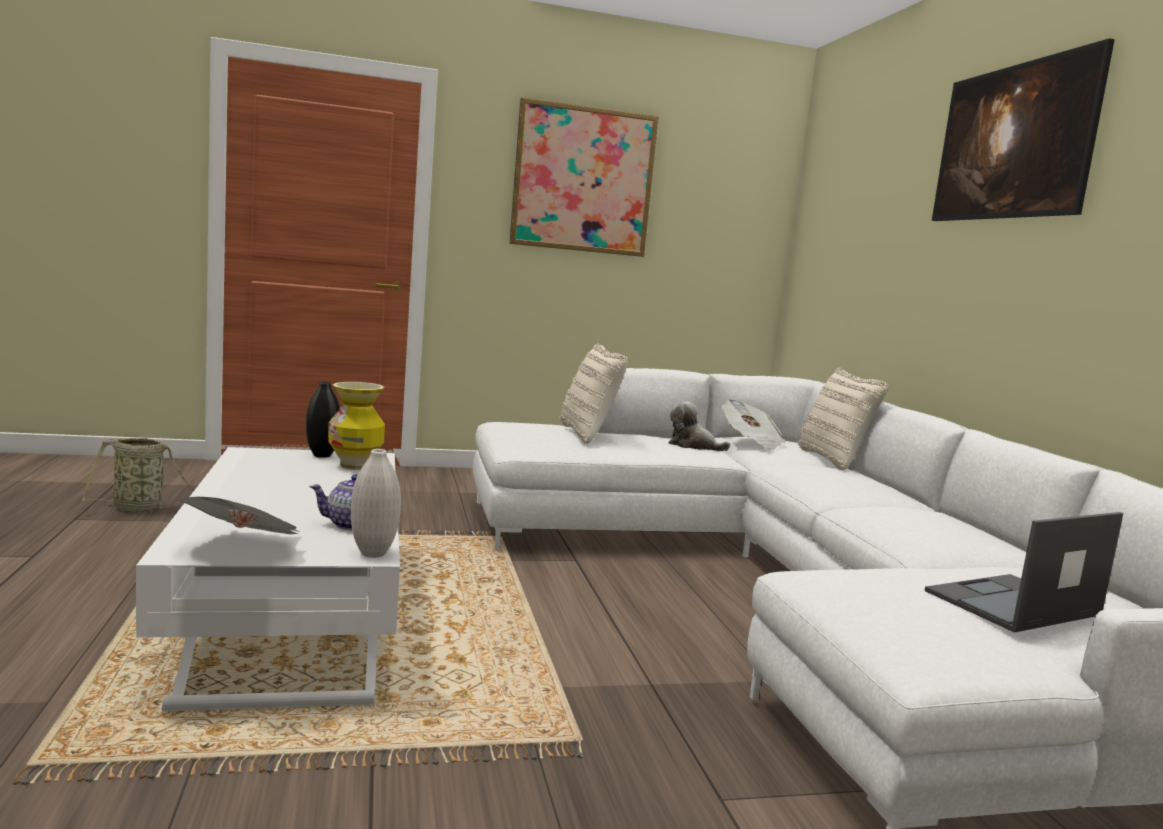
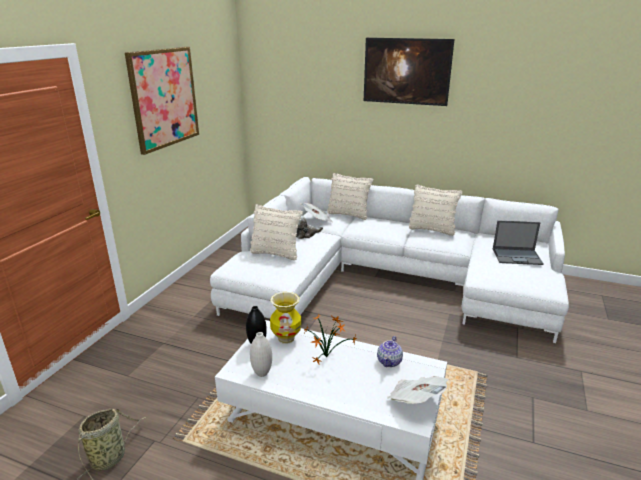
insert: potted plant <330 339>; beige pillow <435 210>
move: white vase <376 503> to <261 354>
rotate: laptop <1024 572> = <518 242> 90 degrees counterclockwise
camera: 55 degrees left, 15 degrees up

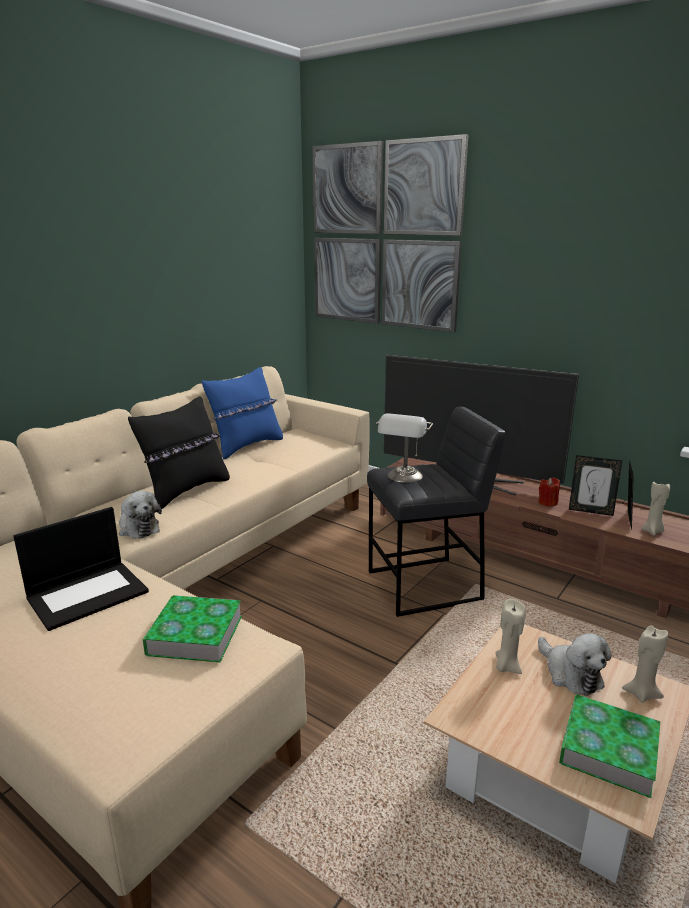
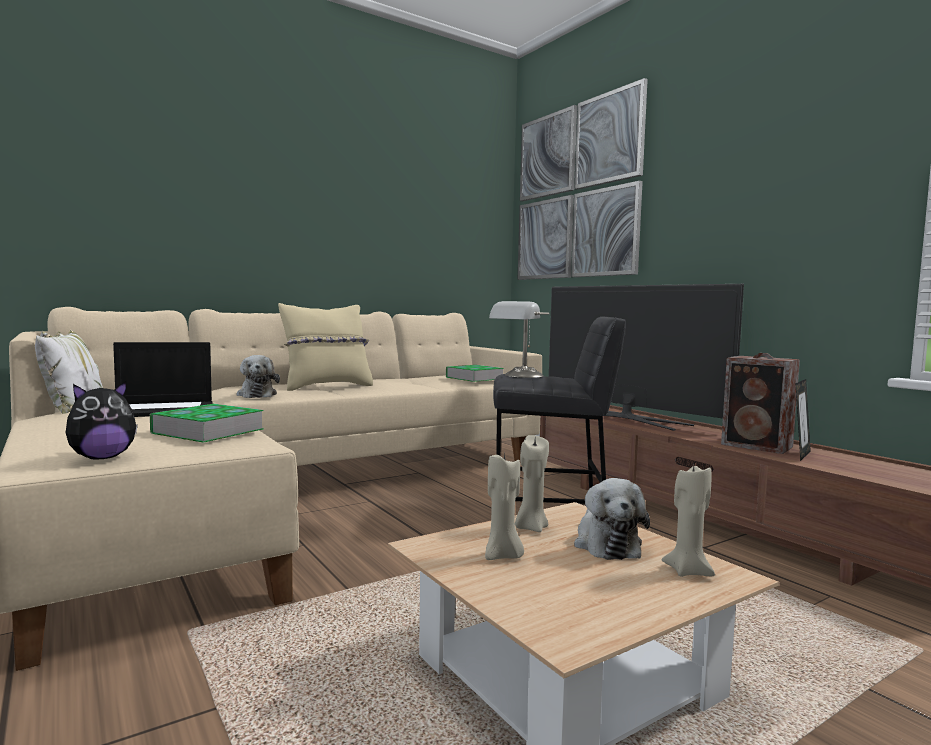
delete: blue pillow <242 413>; red candle <549 492>
insert: plush toy <102 420>
move: book <609 746> to <475 373>; beige candle <656 509> to <504 507>
replace: picture frame <595 485> to speaker <760 403>
recolor: black pillow <179 452> to beige pillow <325 347>
camera: 20 degrees right, 15 degrees down

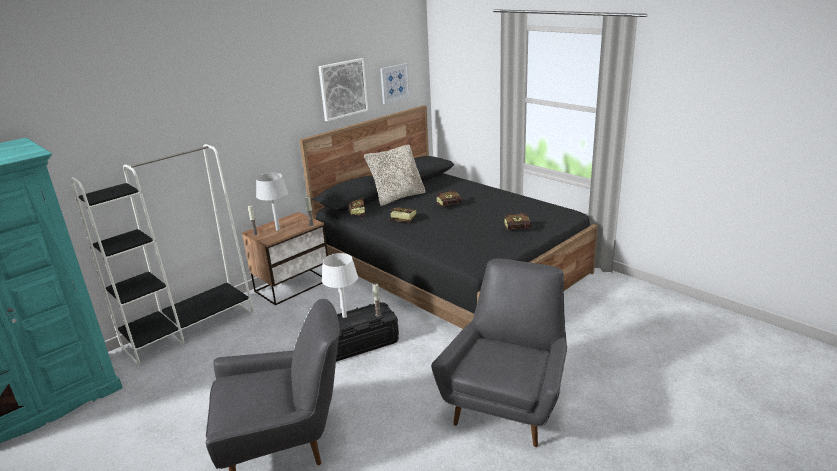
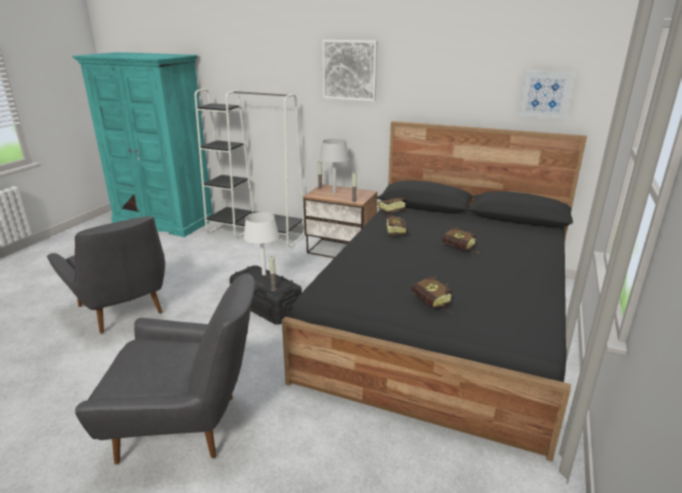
delete: beige pillow <394 175>
move: picture <343 89> to <349 70>
camera: 65 degrees right, 0 degrees up

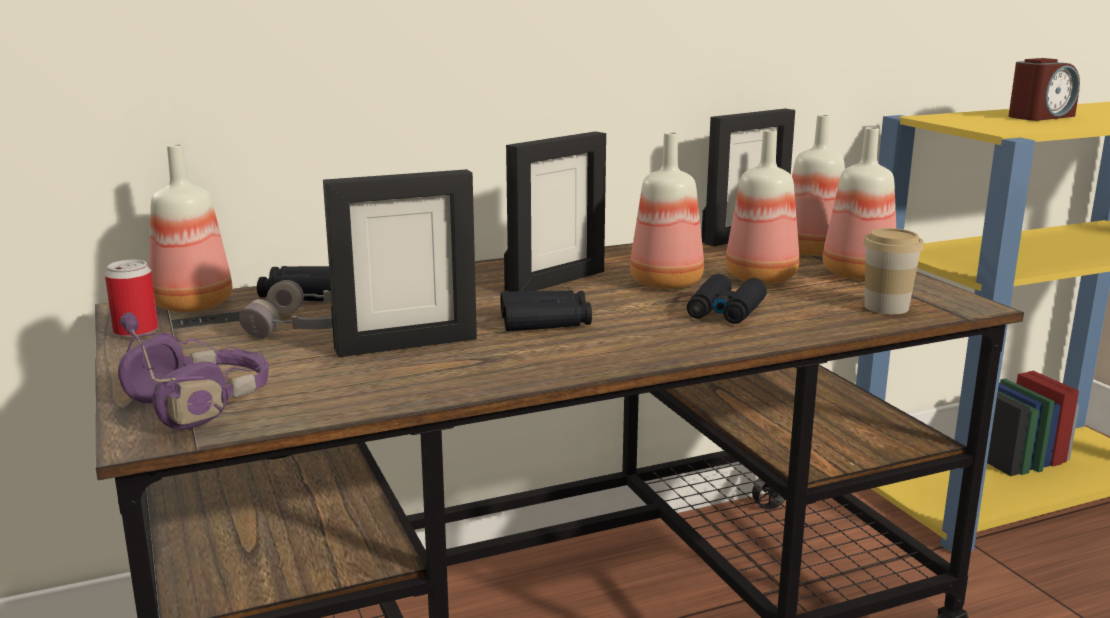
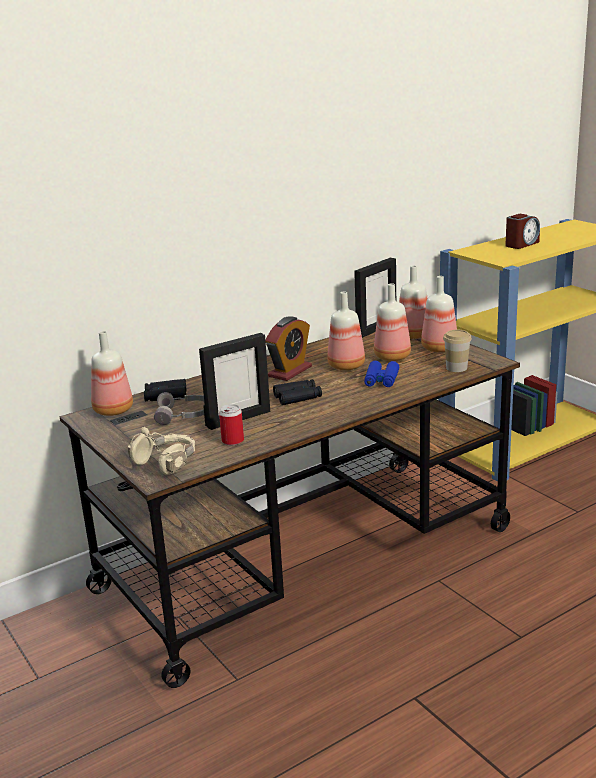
move: can <131 298> to <231 425>
replace: picture frame <555 211> to alarm clock <288 348>
recolor: purple headphones <193 371> to beige headphones <161 451>; black binoculars <727 299> to blue binoculars <381 374>
camera: 10 degrees left, 5 degrees up

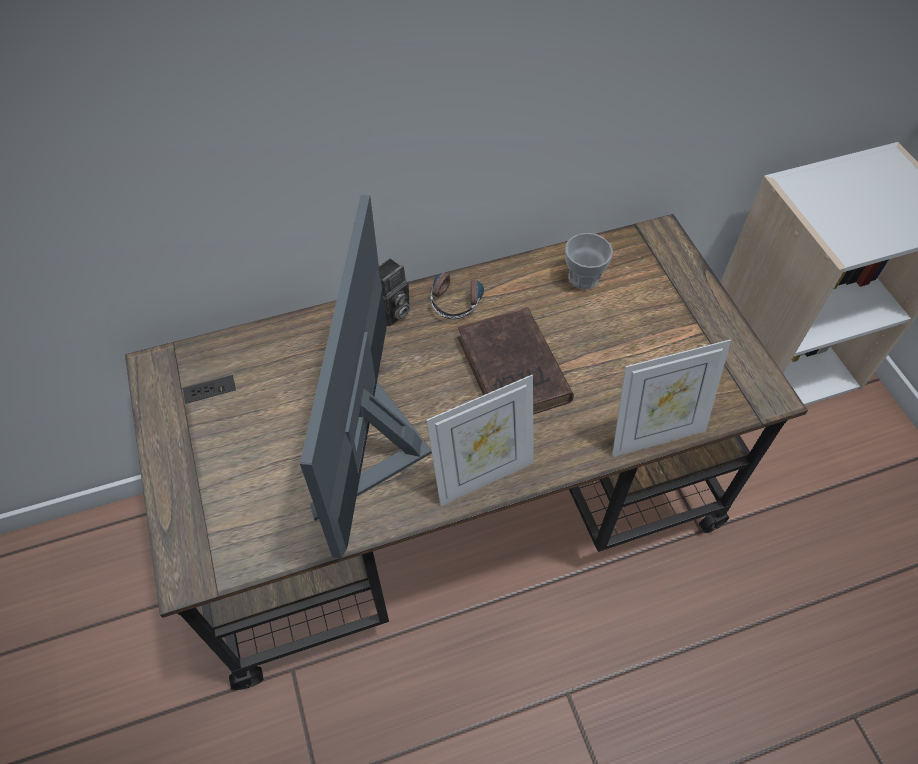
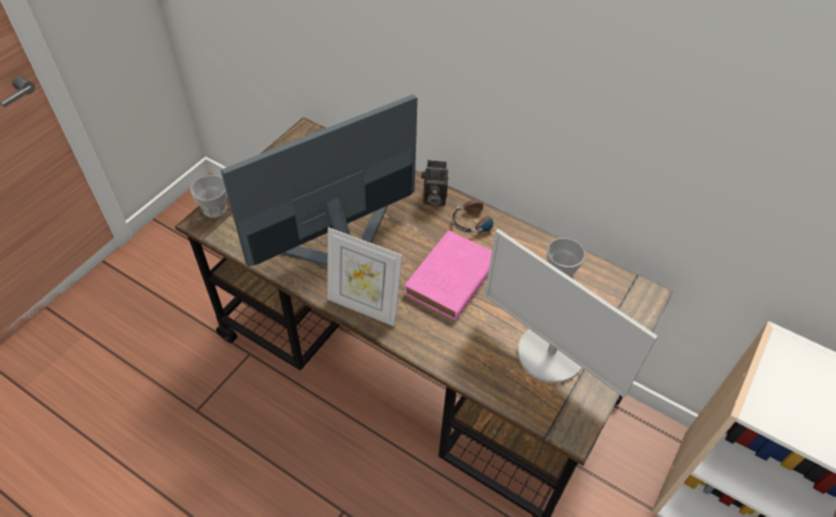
delete: picture frame <671 398>
insert: cup <208 196>; monitor <571 313>
recolor: brown book <515 361> to pink book <448 275>
camera: 50 degrees right, 5 degrees down

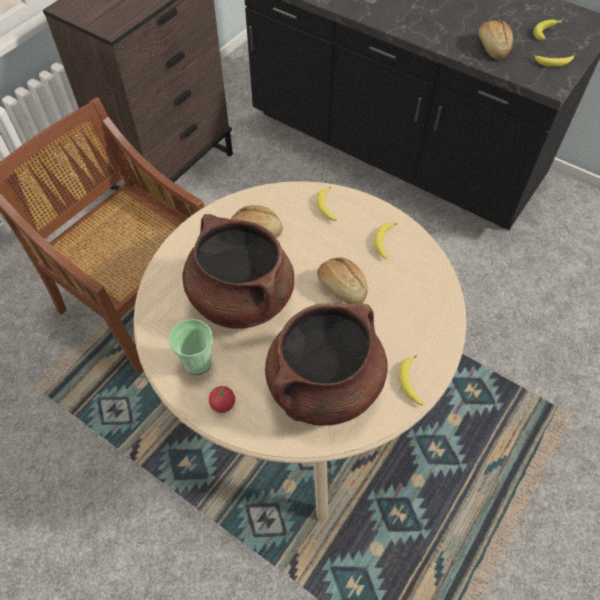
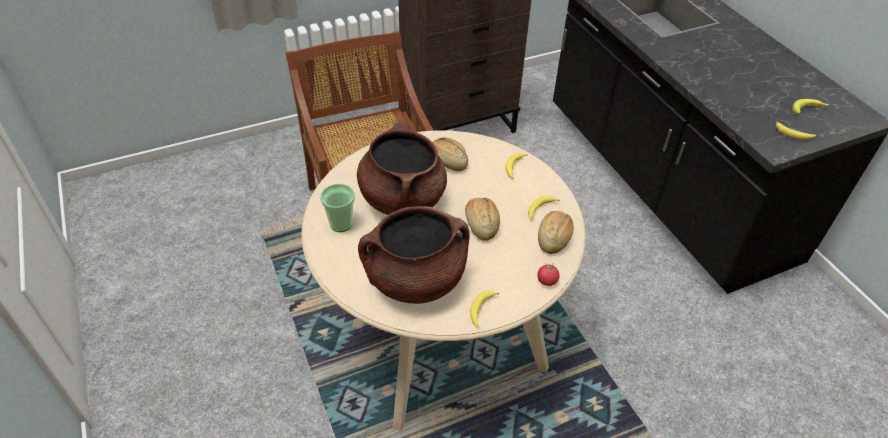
move: tomato <222 399> to <548 274>; bread <495 39> to <556 232>
camera: 30 degrees right, 10 degrees down

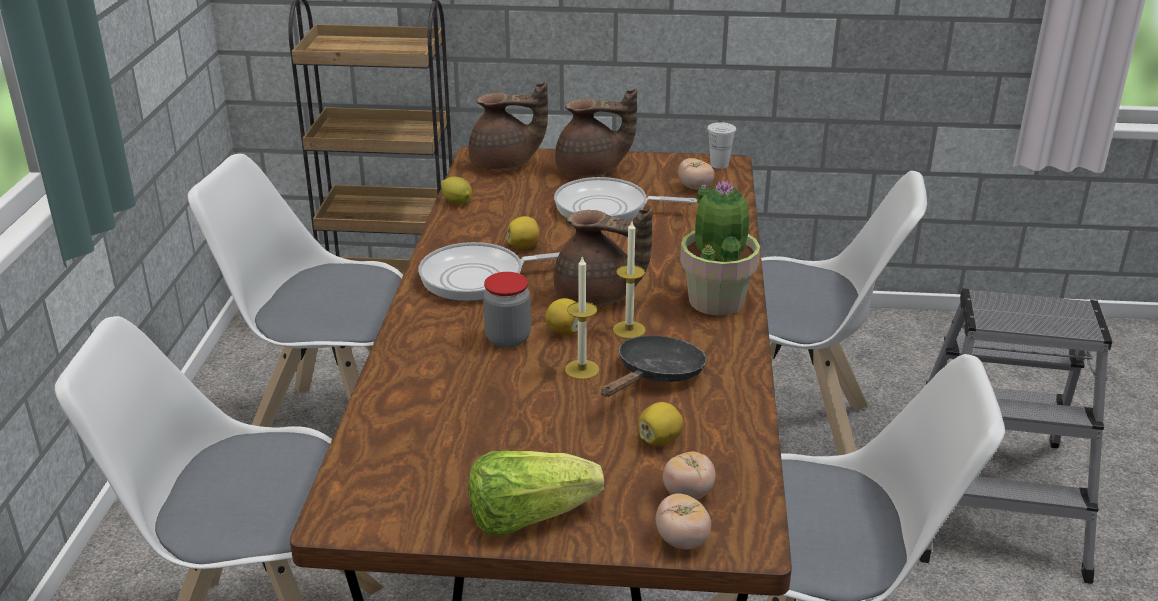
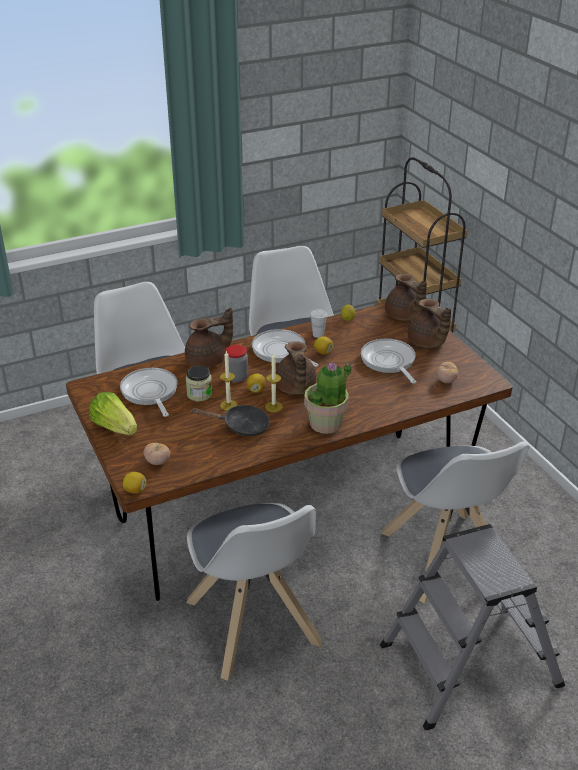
delete: tomato <683 521>
insert: frying pan <149 392>; brown teapot <209 338>; jar <199 384>
move: lemon <660 424> to <134 483>; white cup <721 145> to <319 324>
camera: 60 degrees right, 5 degrees up

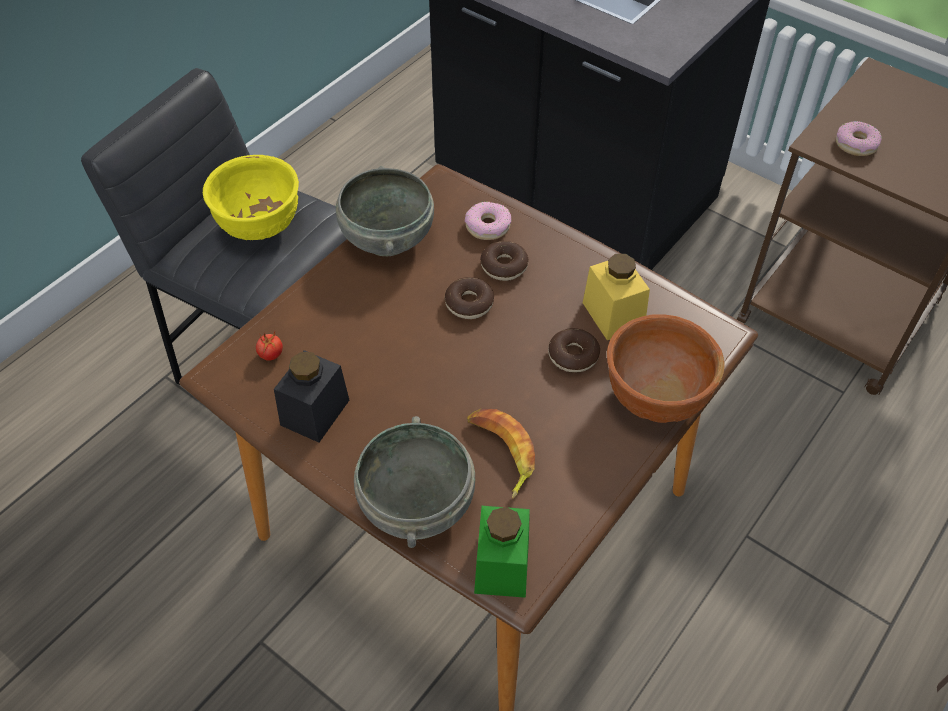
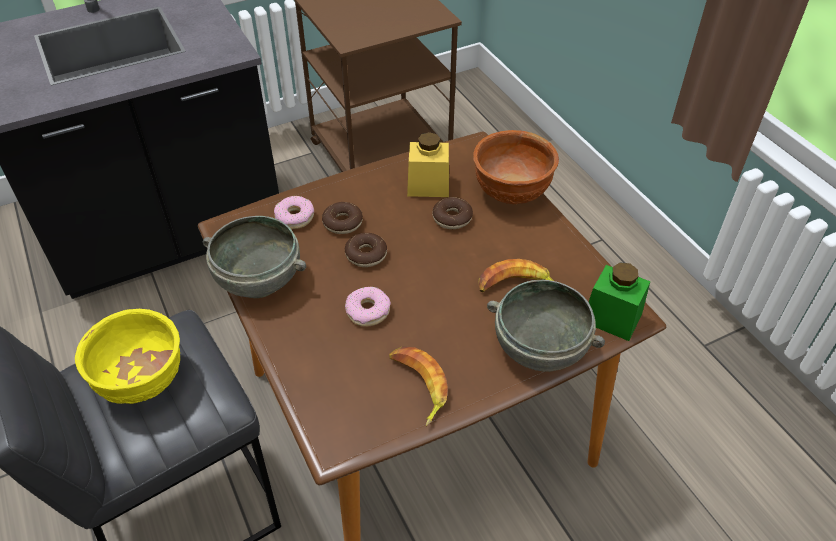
delete: tomato <269 346>
move: donut <859 138> to <368 307>
replace: black jar <311 396> to banana <418 386>
camera: 65 degrees left, 5 degrees down

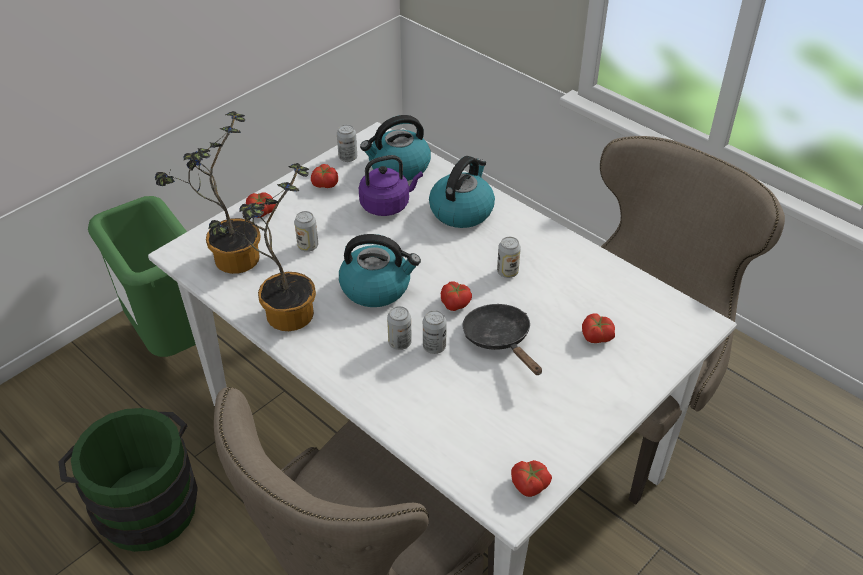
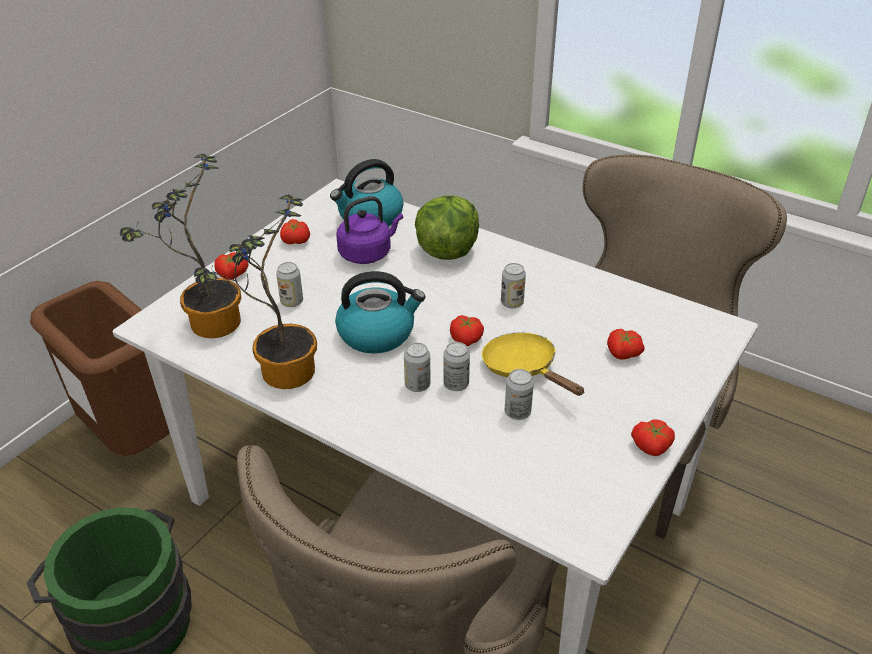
move: can <347 143> to <519 394>; tomato <531 478> to <653 438>
replace: kettle <462 192> to lettuce <447 227>
recolor: green trash can <142 276> to brown trash can <100 368>; black frying pan <502 339> to yellow frying pan <533 364>
camera: 10 degrees left, 5 degrees down

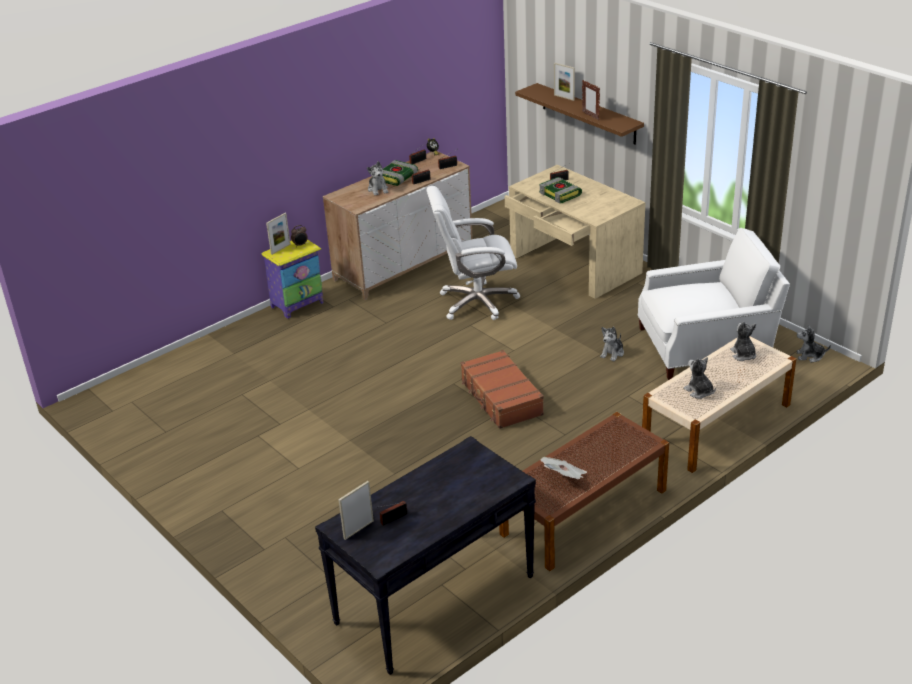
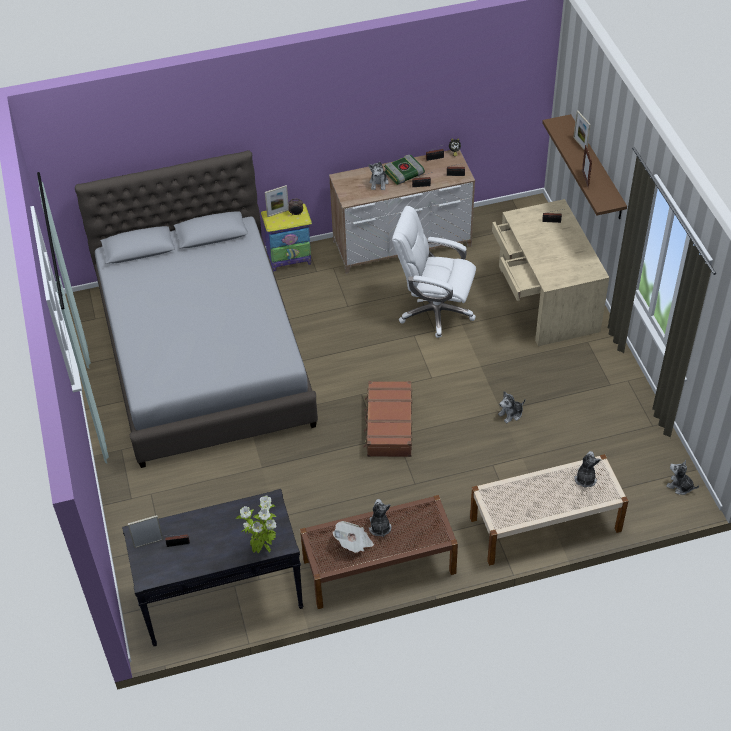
delete: book <560 190>; white armchair <713 304>
insert: grey bed <196 309>; potted plant <256 524>
move: plush toy <699 378> to <380 518>
camera: 25 degrees right, 15 degrees up

